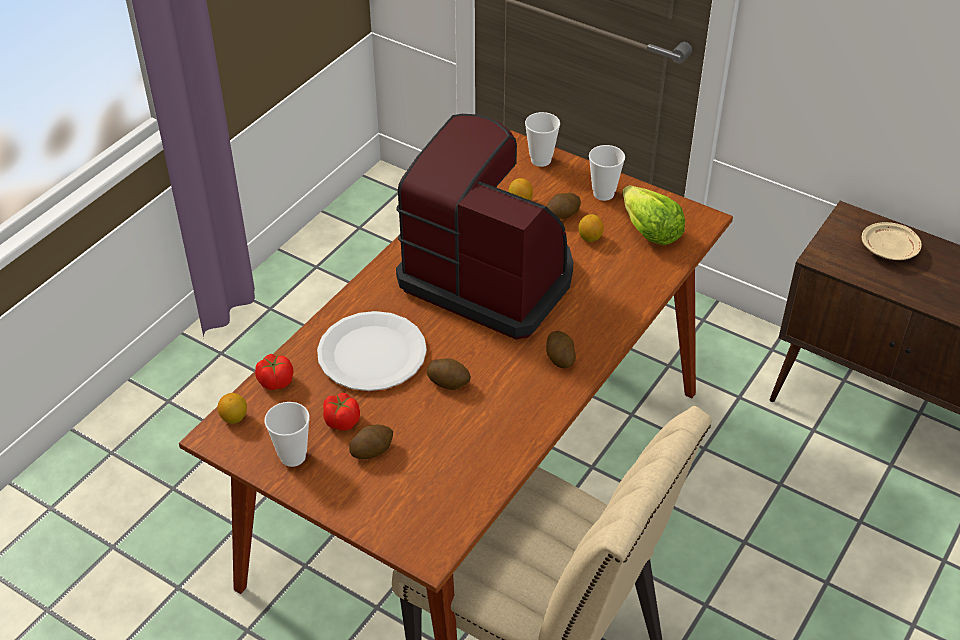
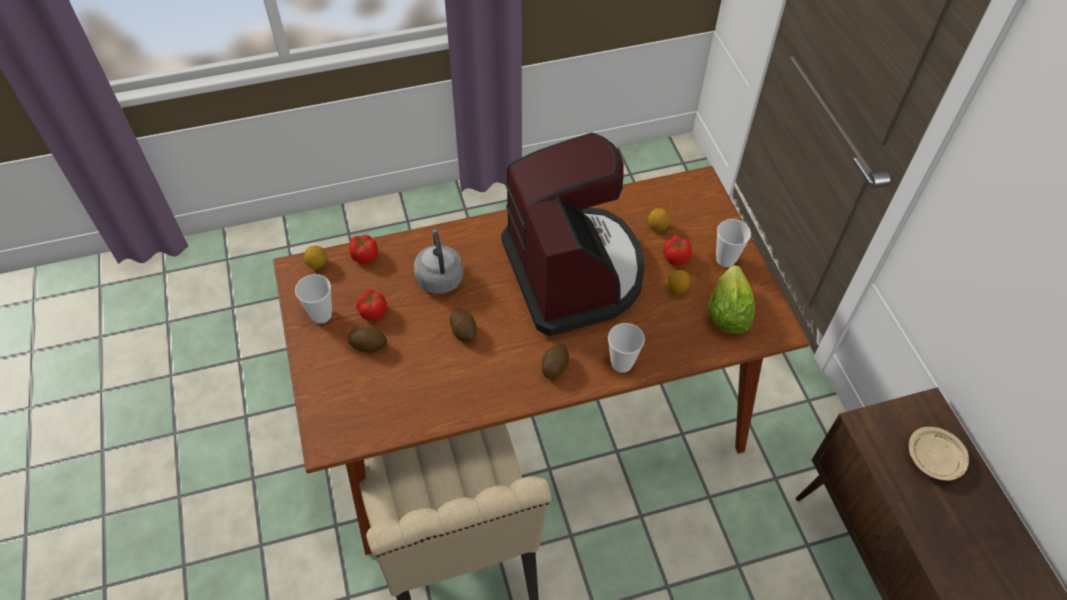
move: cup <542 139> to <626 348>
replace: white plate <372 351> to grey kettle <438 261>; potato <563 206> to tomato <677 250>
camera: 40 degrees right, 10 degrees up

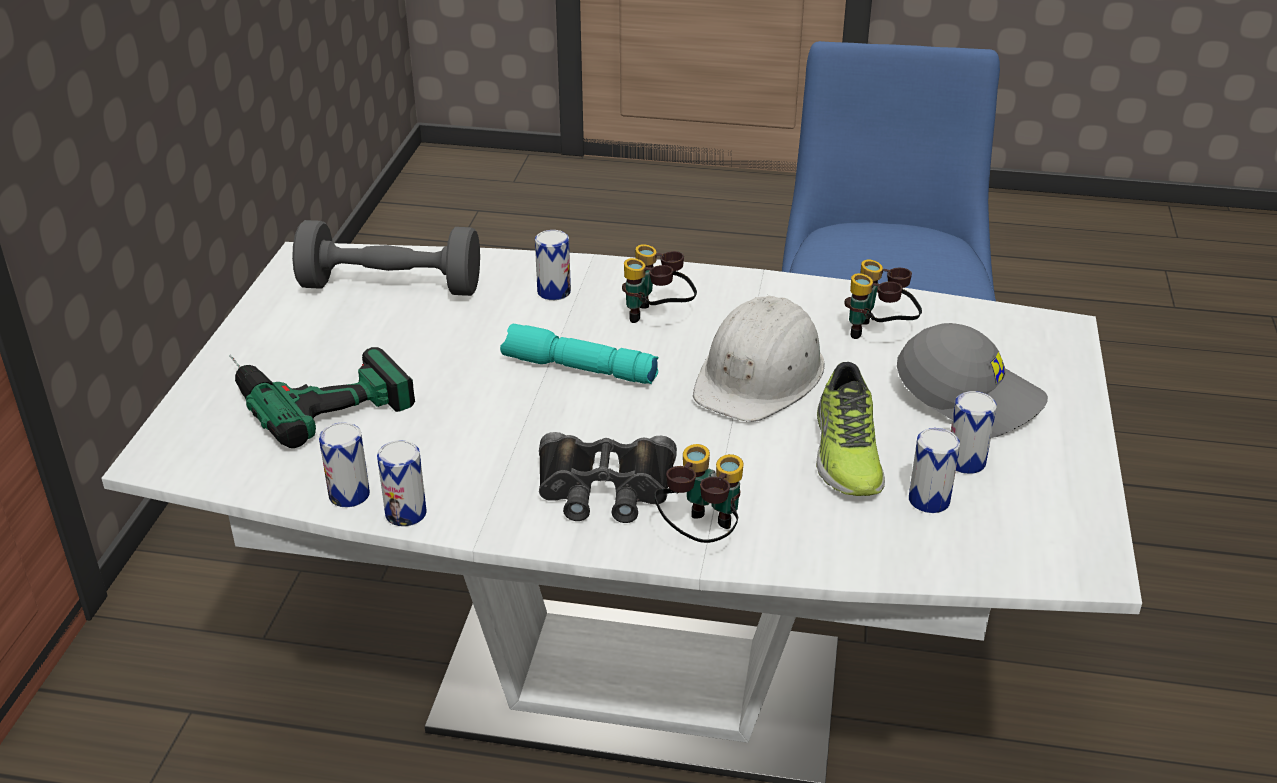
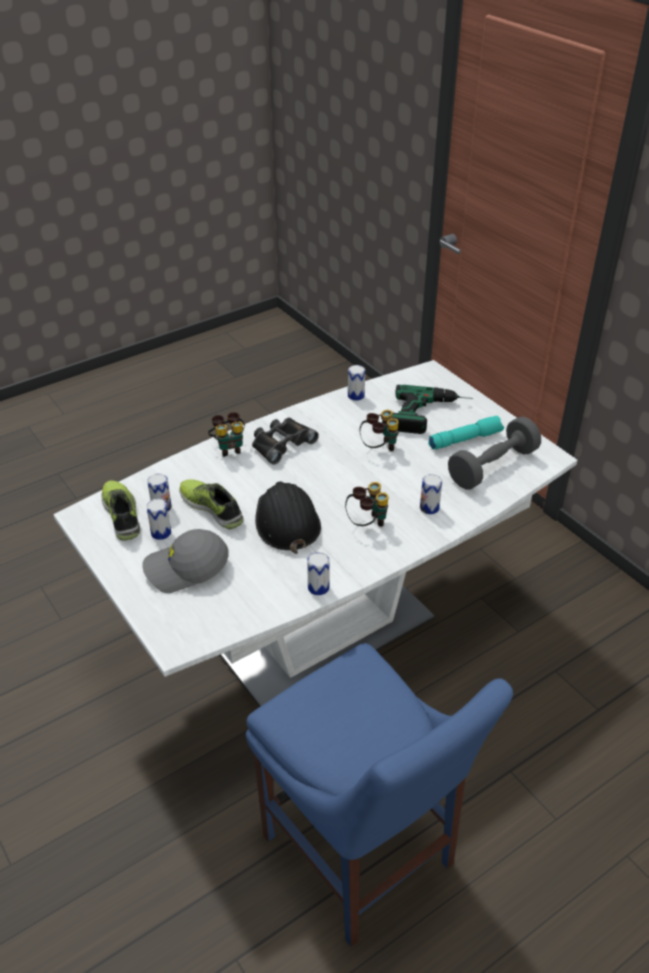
insert: shoe <121 510>
move: can <402 483> to <318 573>; turquoise flashlight <579 354> to <466 433>; binoculars <883 299> to <379 430>
recolor: white hard hat <758 359> to black hard hat <288 518>
camera: 135 degrees right, 5 degrees up

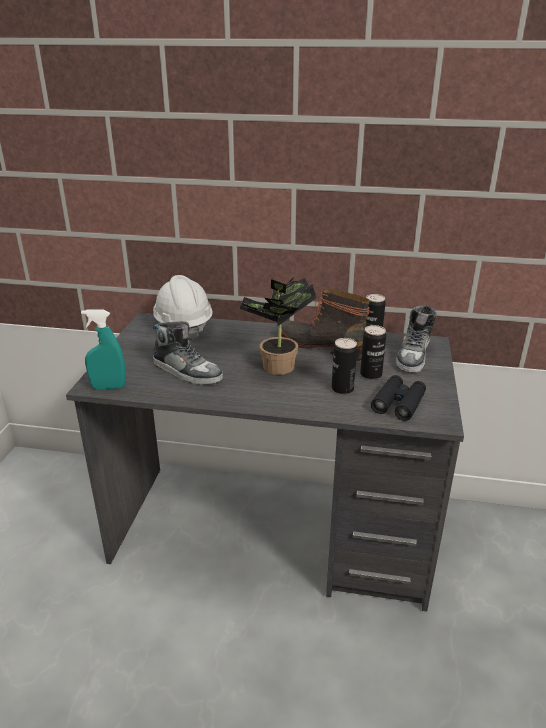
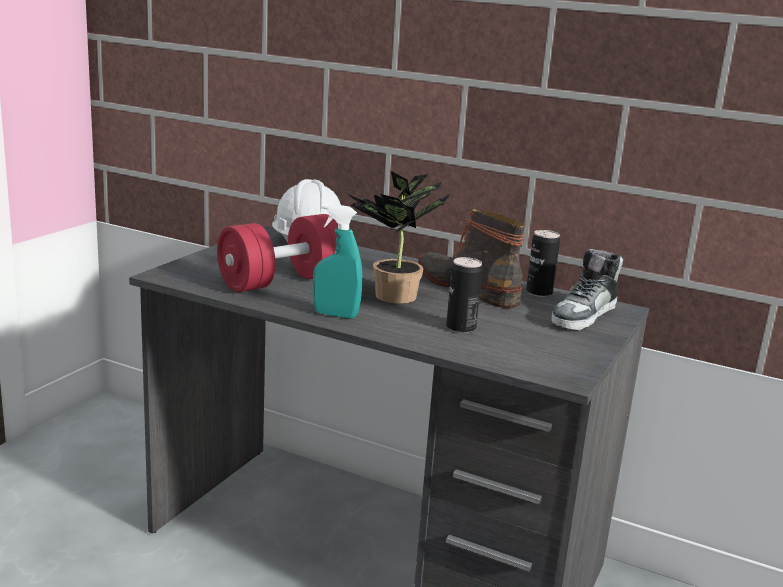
delete: can <373 352>; black binoculars <398 398>
move: turquoise spray bottle <103 349> to <337 261>
replace: shoe <188 353> to red dumbbell <277 253>
camera: 15 degrees right, 10 degrees down

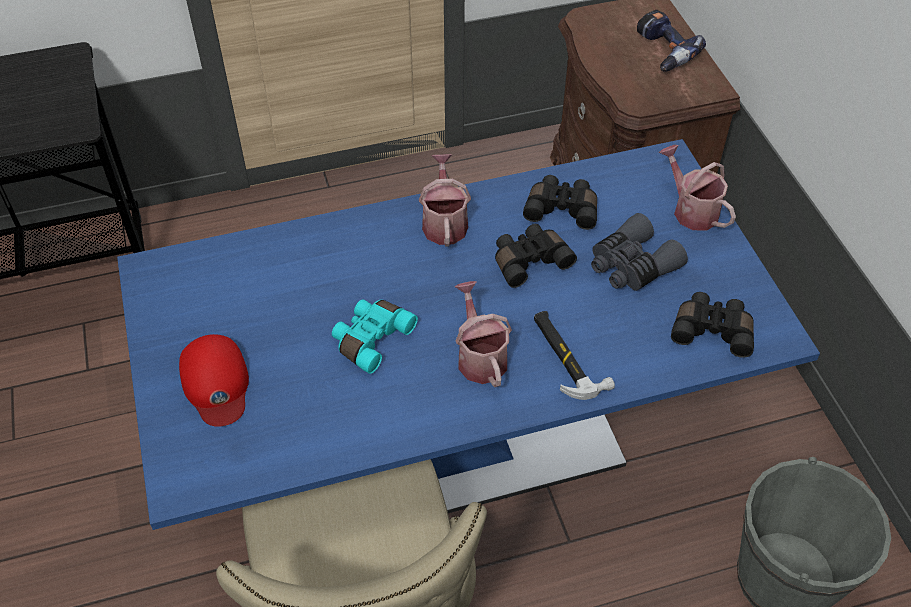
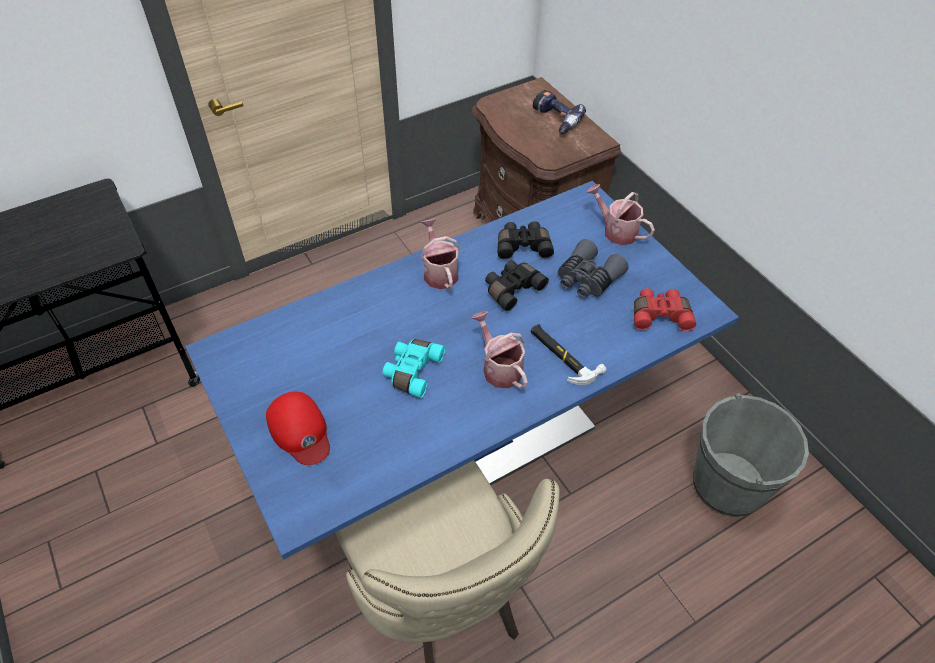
recolor: black binoculars <712 325> to red binoculars <665 309>
camera: 15 degrees left, 0 degrees up

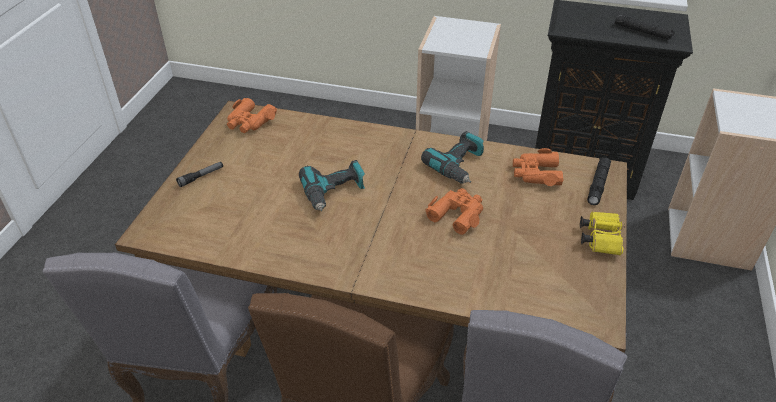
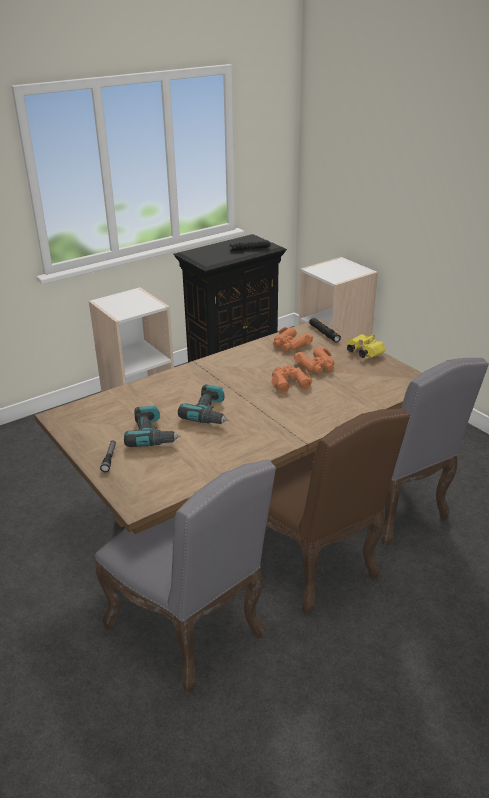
move: orange binoculars <252 115> to <314 361>; power drill <452 157> to <152 426>
camera: 50 degrees left, 10 degrees down

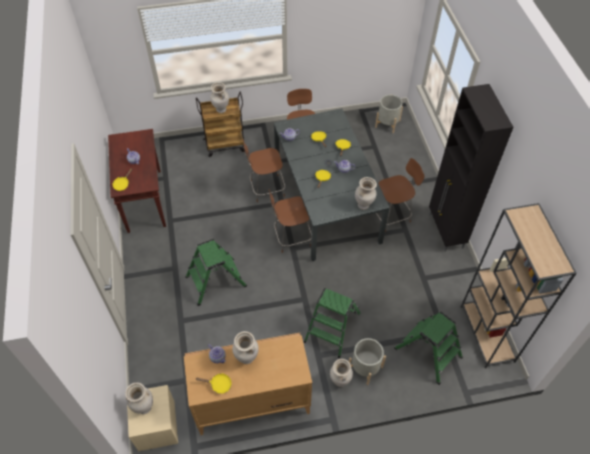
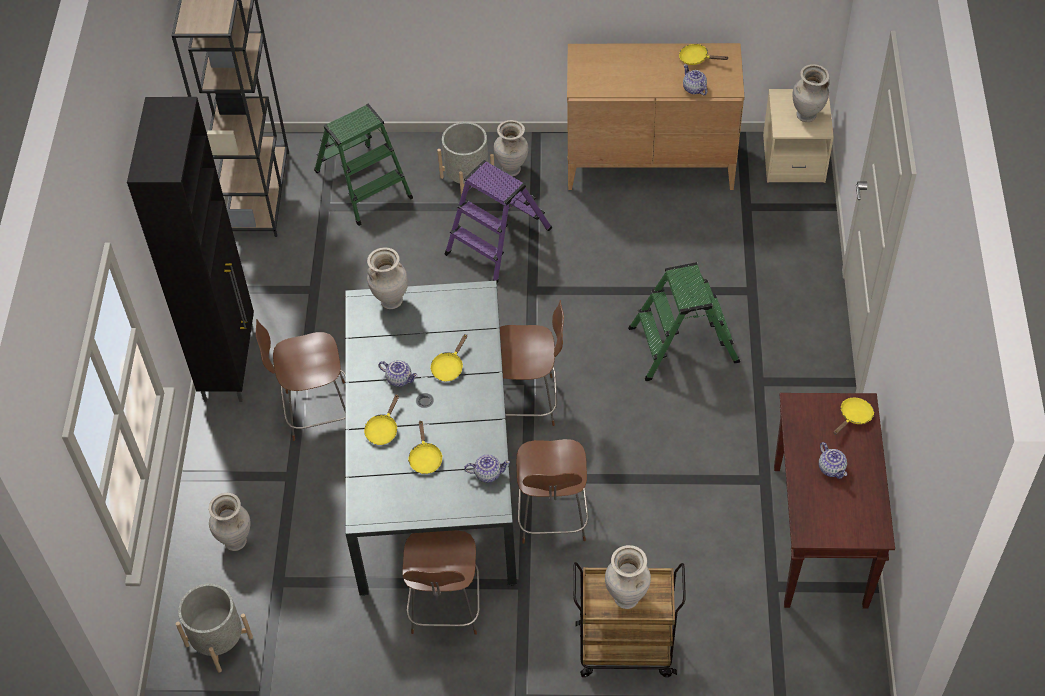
move: beige vase <245 347> to <230 522>
recolor: green step ladder <332 323> to purple step ladder <498 221>
rotate: brown chair <264 171> = <552 491> 90 degrees clockwise
camera: 165 degrees left, 0 degrees up

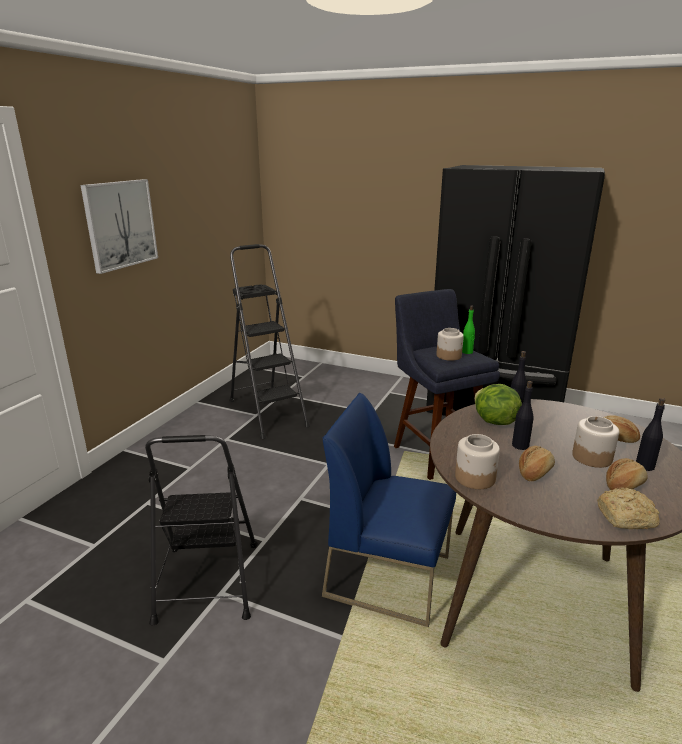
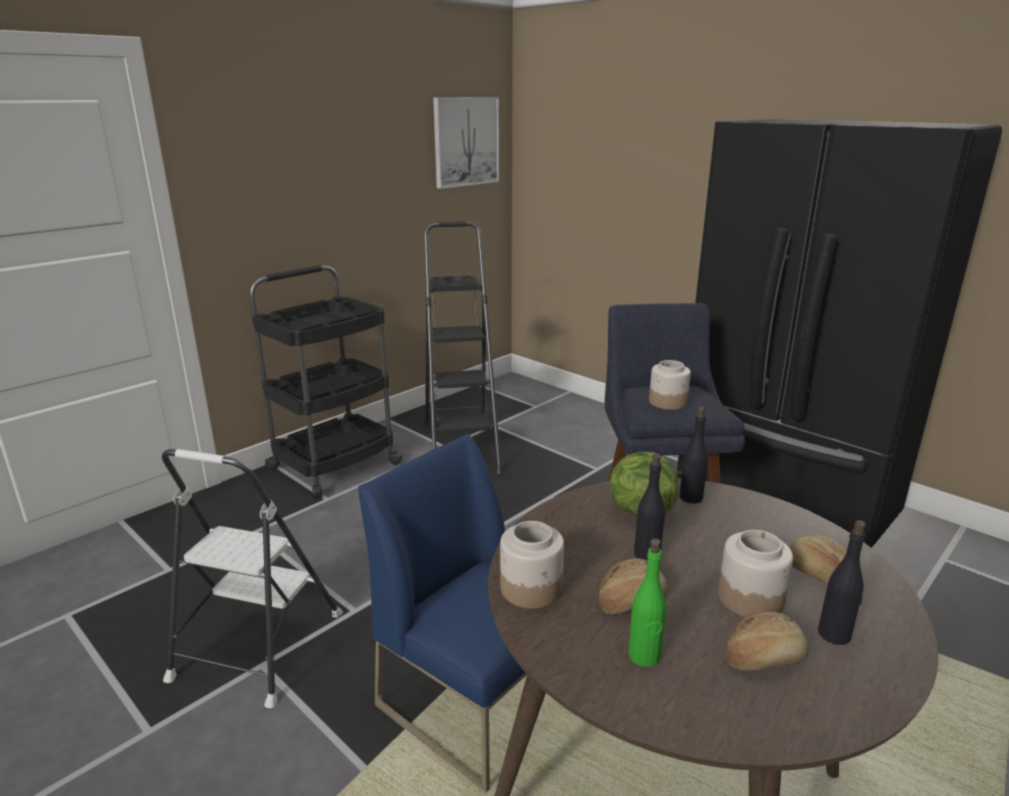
delete: bread <628 508>
insert: black cart <326 382>
move: picture <119 226> to <466 143>; green bottle <468 330> to <647 602>
recolor: black step ladder <201 530> to white step ladder <252 578>
camera: 20 degrees right, 0 degrees up

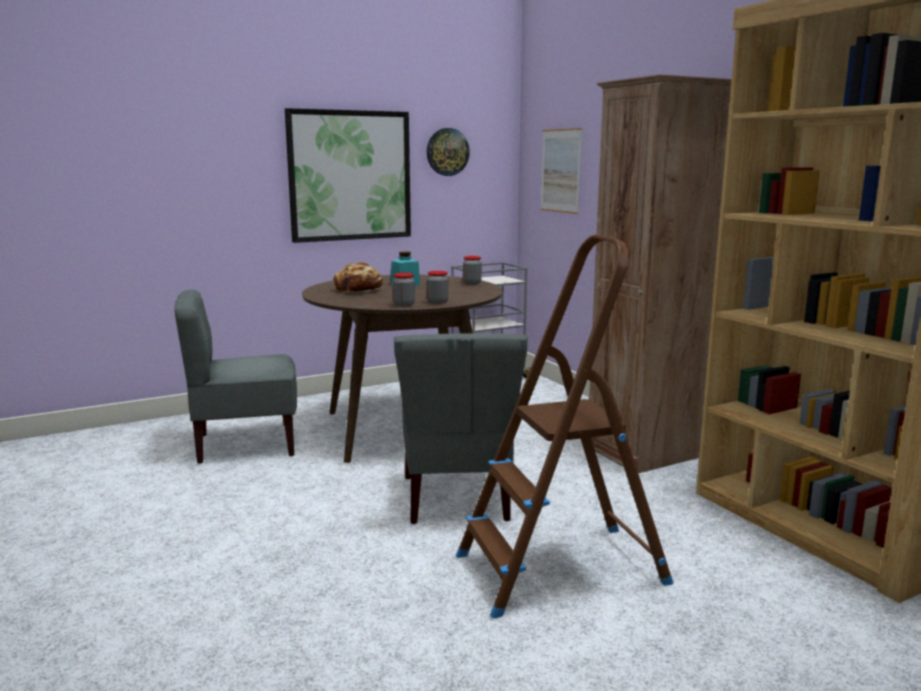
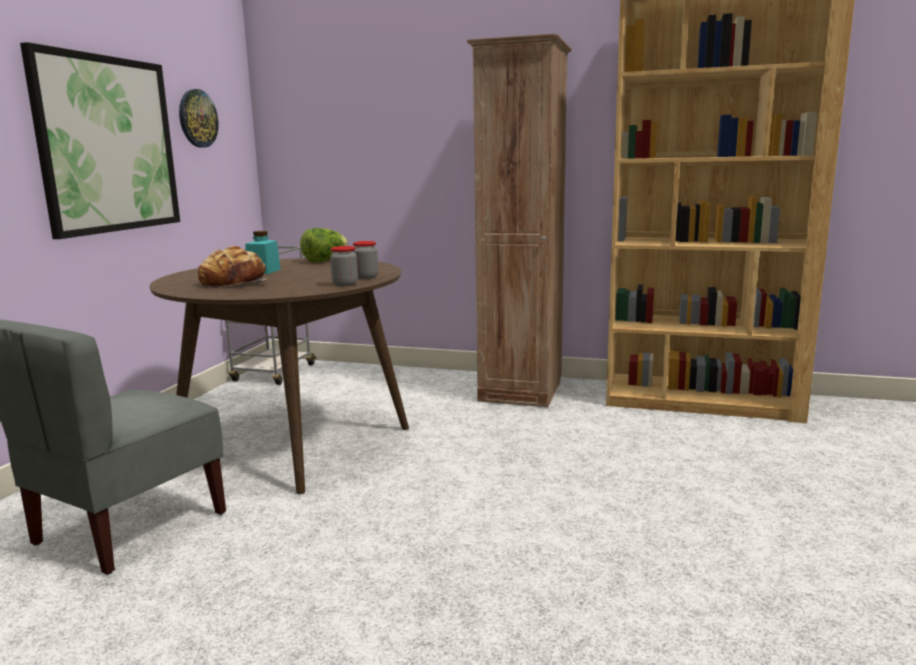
delete: grey chair <461 428>; brown step ladder <565 426>; picture <561 171>
replace: jar <472 270> to lettuce <324 245>
camera: 45 degrees left, 0 degrees up

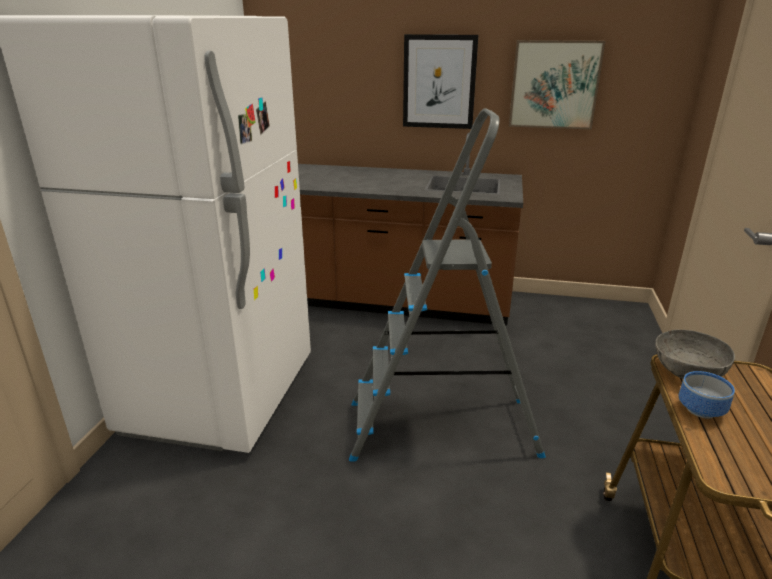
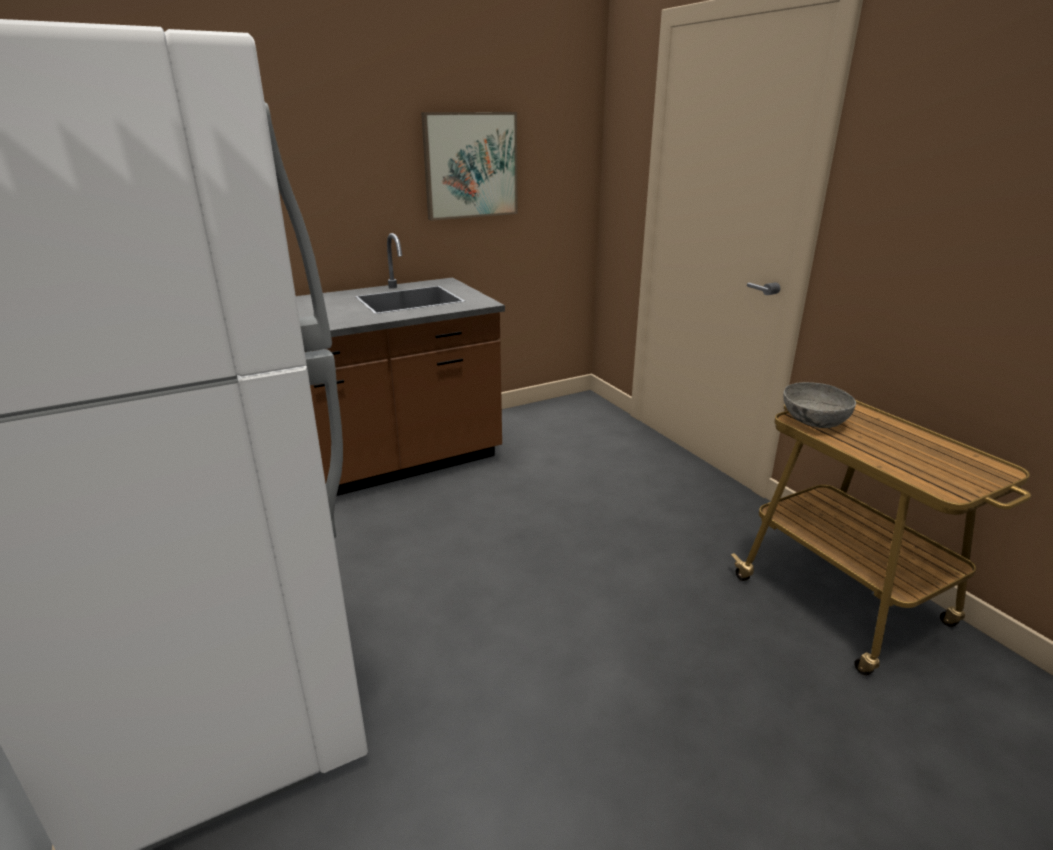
delete: grey step ladder <447 285>; picture <440 81>; bowl <707 395>
camera: 40 degrees left, 0 degrees up

